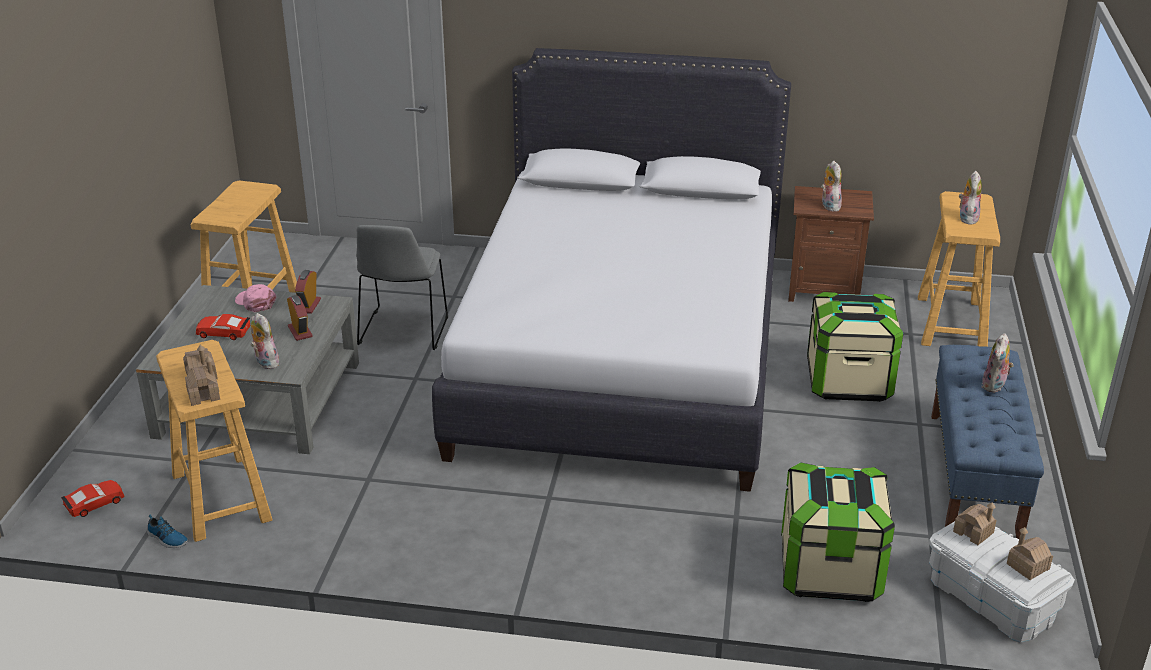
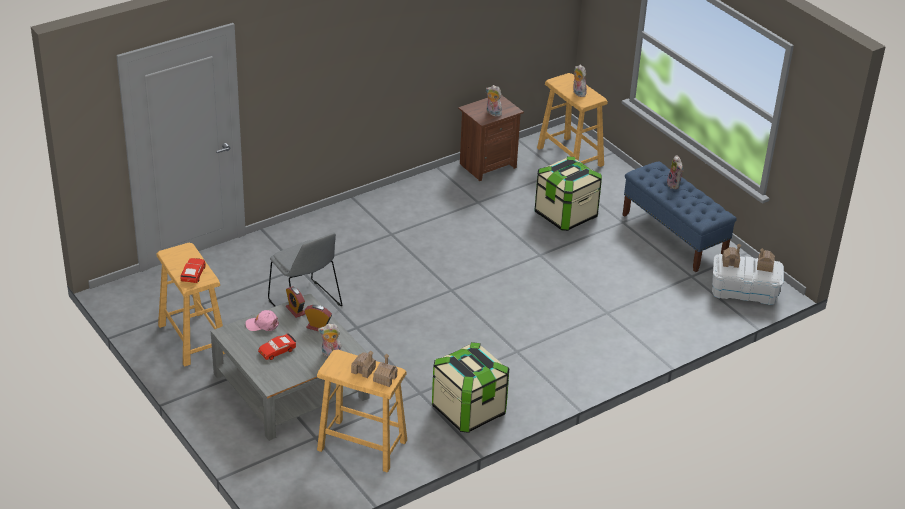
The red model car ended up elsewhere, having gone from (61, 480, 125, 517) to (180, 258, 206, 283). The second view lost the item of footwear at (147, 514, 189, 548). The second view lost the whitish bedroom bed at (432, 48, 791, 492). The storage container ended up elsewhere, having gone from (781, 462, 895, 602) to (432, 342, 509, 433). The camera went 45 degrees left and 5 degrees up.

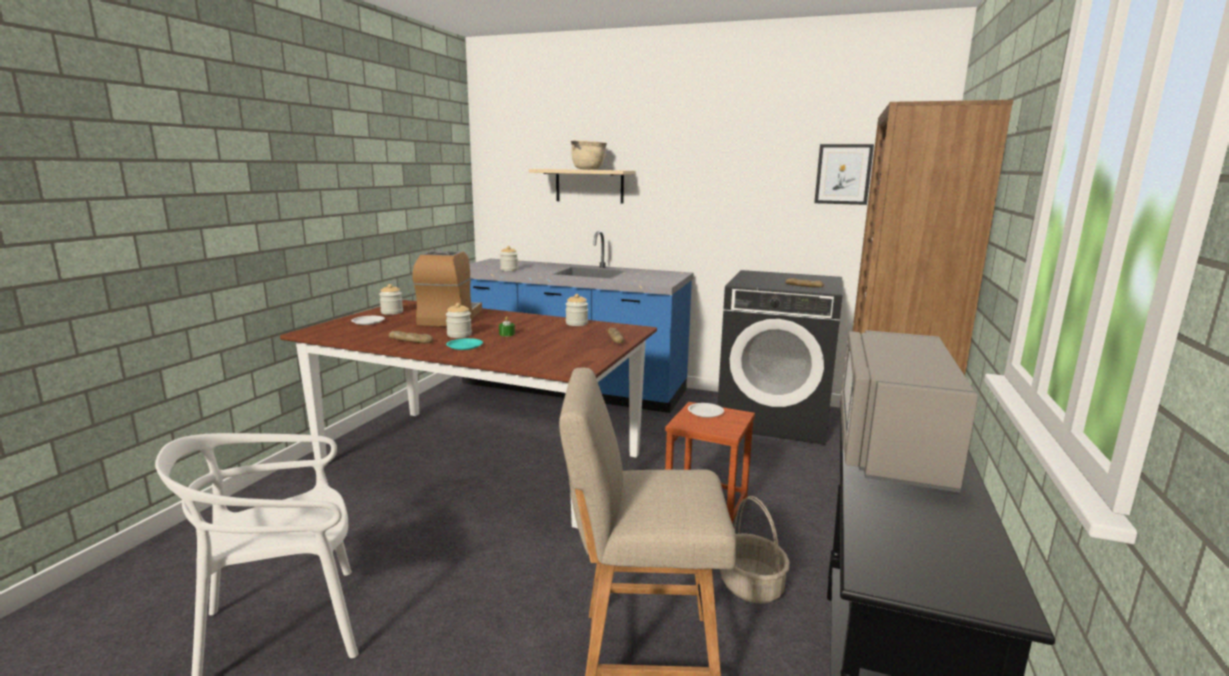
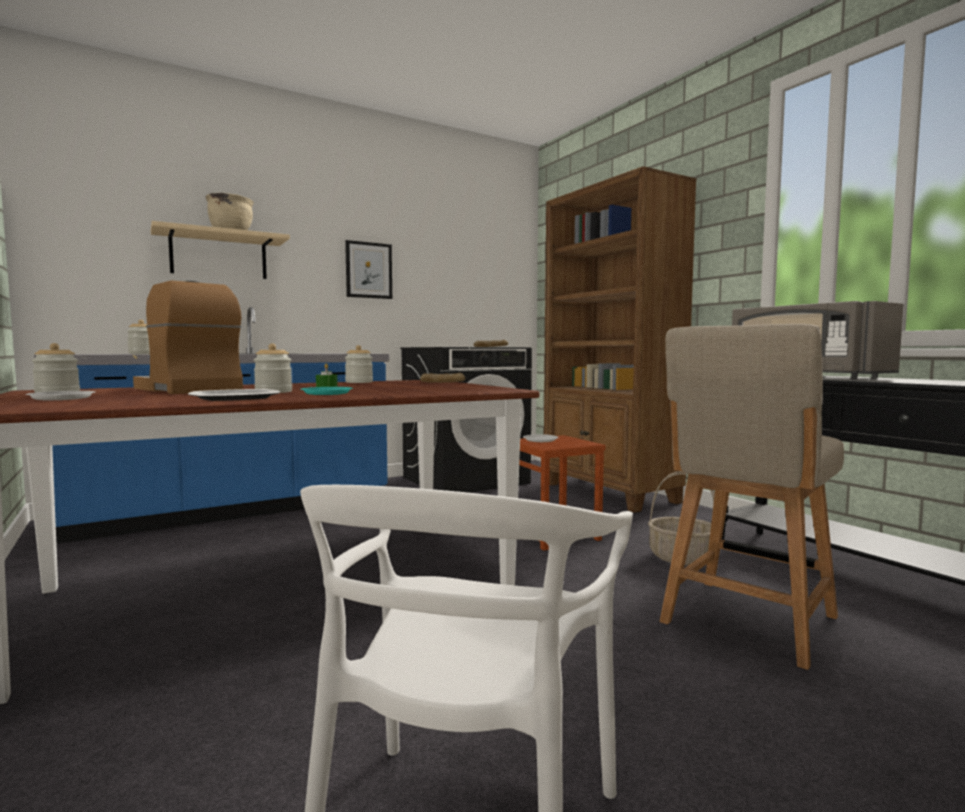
Where the bread stood at (388, 331, 433, 343), the dinner plate came to stand at (188, 389, 280, 401). The picture ended up elsewhere, having gone from (814, 144, 874, 205) to (345, 240, 392, 299). The camera went 50 degrees left and 10 degrees down.

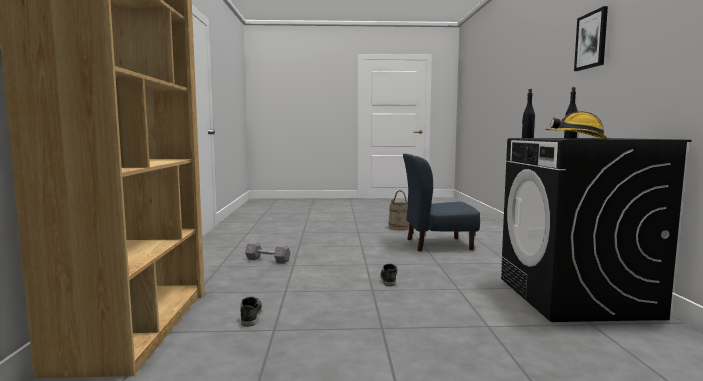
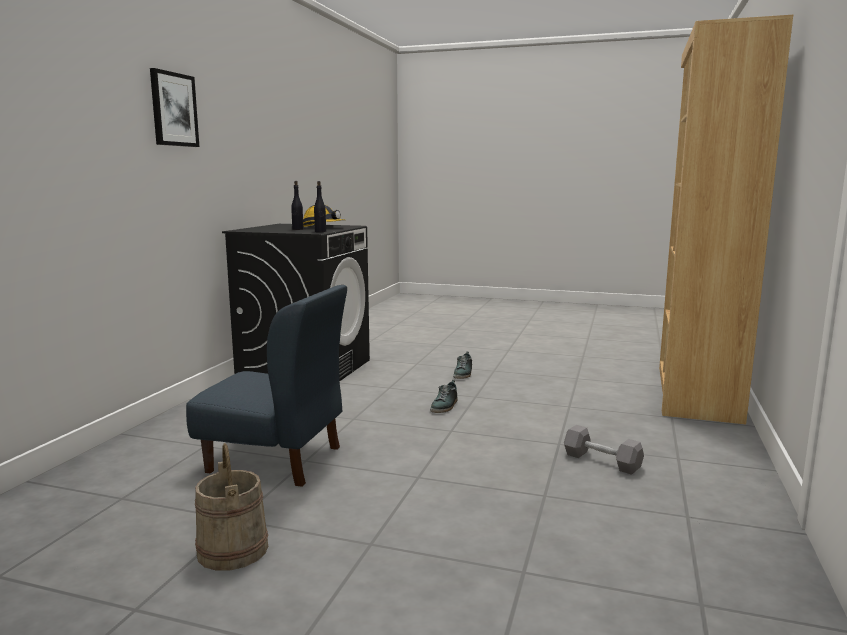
The item of footwear ended up elsewhere, having gone from (240, 296, 262, 327) to (453, 352, 472, 379). The camera went 160 degrees left and 5 degrees up.

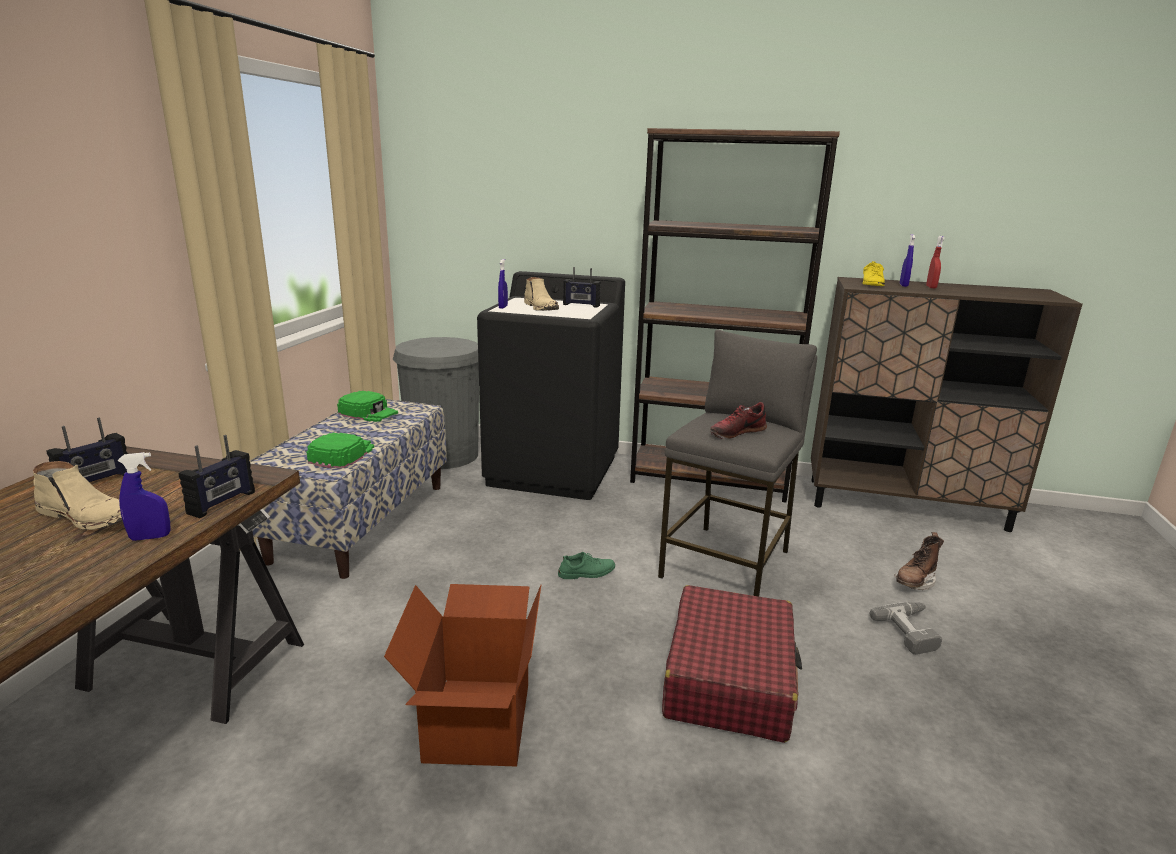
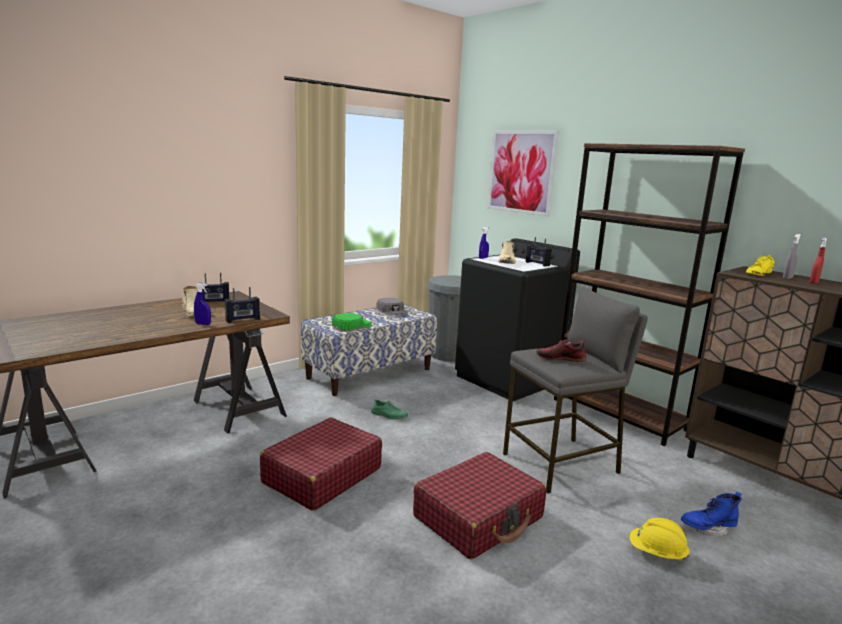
What was the greenish peaked cap at (337, 391, 398, 422) turned into the greyish peaked cap at (377, 298, 407, 316). Where the packing box stood at (384, 584, 541, 767), the red travel case came to stand at (260, 417, 382, 511). The greenish item of footwear ended up elsewhere, having gone from (558, 552, 615, 579) to (371, 399, 408, 419). Where the power drill stood at (870, 602, 942, 655), the yellow hard hat came to stand at (630, 518, 690, 560). What was the brown high-top boot at (895, 532, 944, 590) turned into the blue high-top boot at (681, 492, 742, 536). What was the blue hand sprayer at (900, 234, 915, 287) turned into the greyish hand sprayer at (783, 234, 801, 279). The second view gained the picture at (487, 130, 559, 217). The camera went 35 degrees right and 5 degrees down.

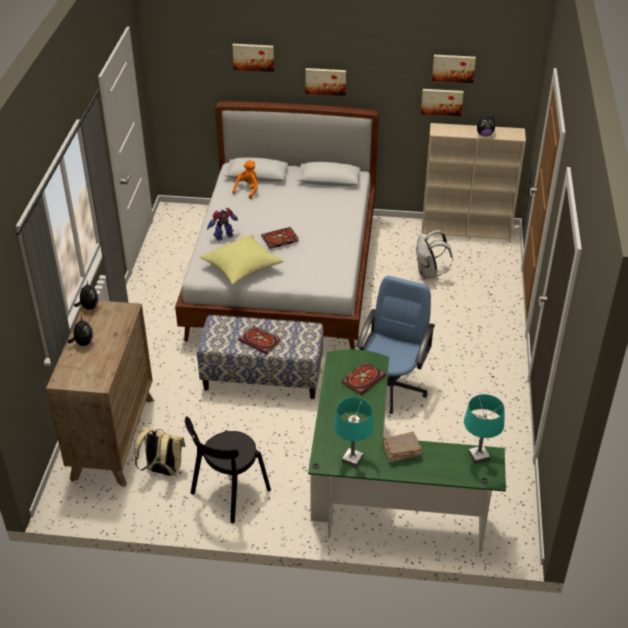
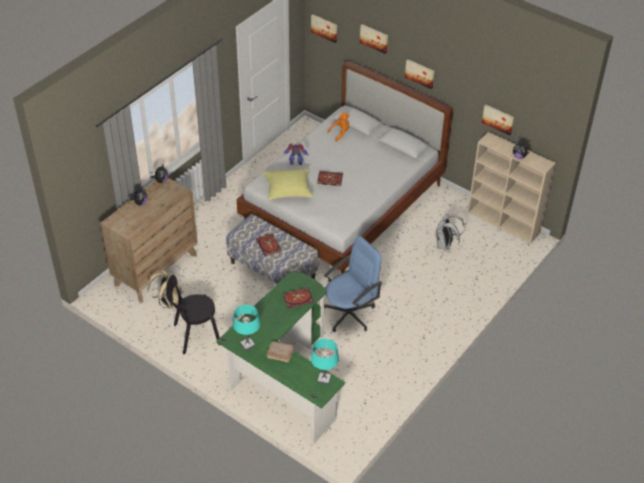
The picture ended up elsewhere, having gone from (432, 55, 476, 83) to (311, 14, 337, 43). The camera went 30 degrees right and 5 degrees up.

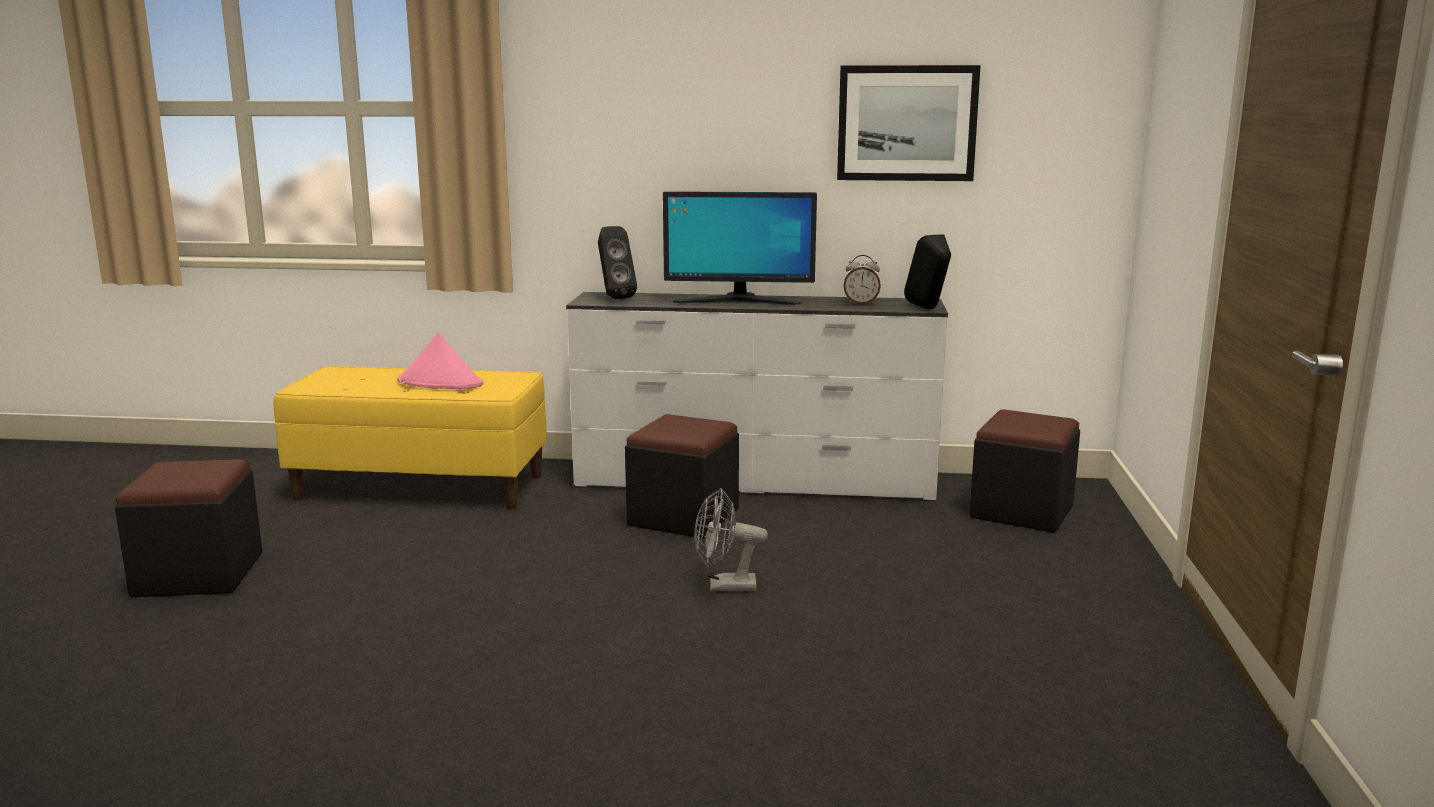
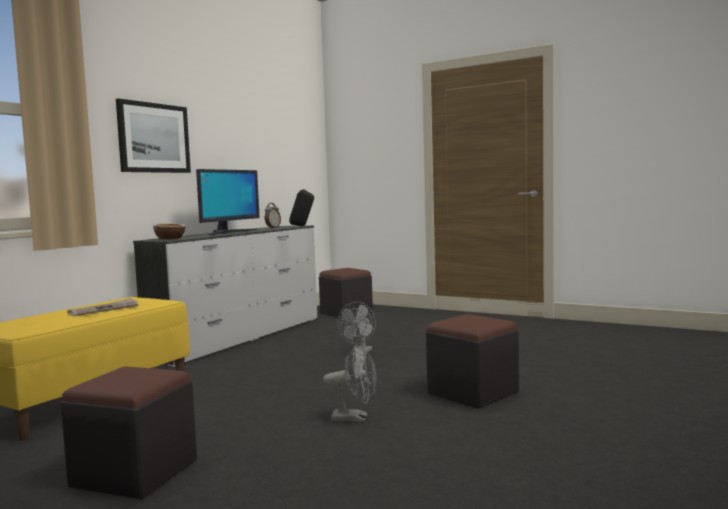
Where the pinkish hat stood at (397, 333, 483, 389), the printed paper came to stand at (67, 298, 139, 316). Where the blackish speaker stood at (598, 226, 637, 299), the deep dish came to stand at (153, 223, 185, 239). The blackish pouffe ended up elsewhere, having gone from (625, 414, 739, 538) to (426, 314, 519, 408). The picture ended up elsewhere, having gone from (837, 65, 981, 181) to (116, 99, 191, 173). The second view gained the greyish fan at (323, 345, 377, 422). The camera went 65 degrees left and 10 degrees down.

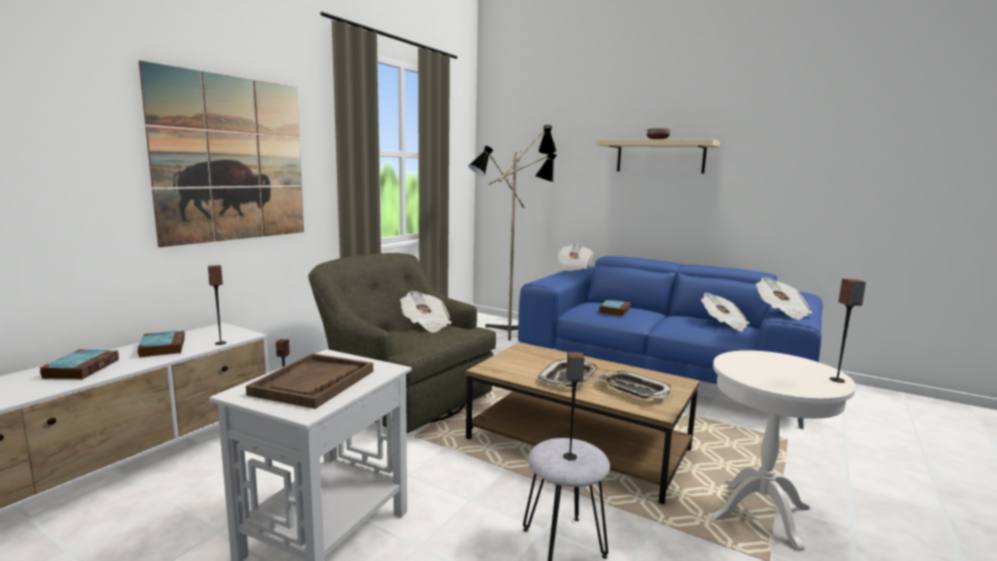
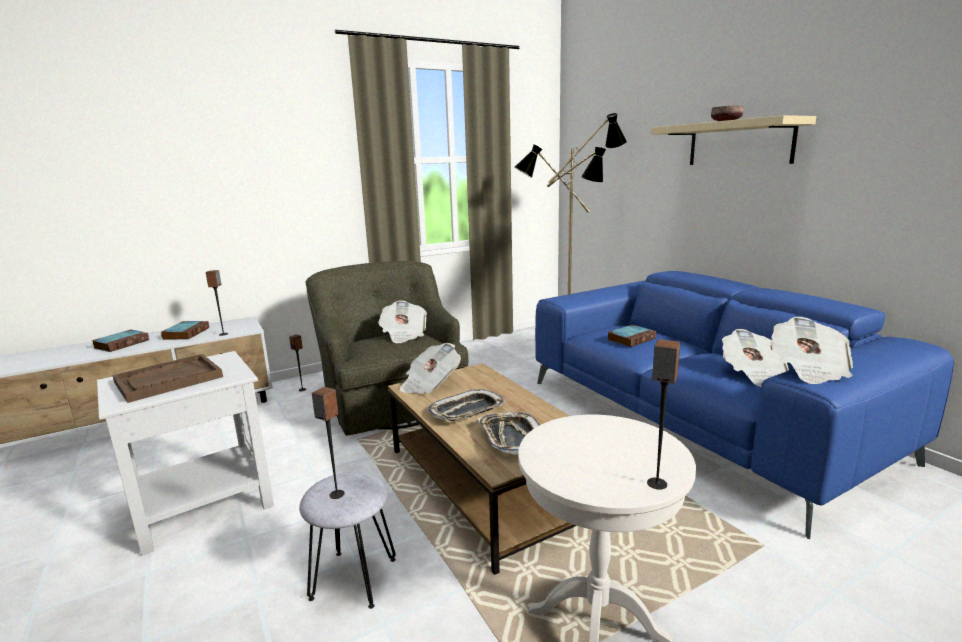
The second view lost the picture at (139, 61, 304, 247). The printed paper ended up elsewhere, having gone from (557, 244, 594, 271) to (400, 343, 461, 394). The camera went 30 degrees right and 5 degrees up.

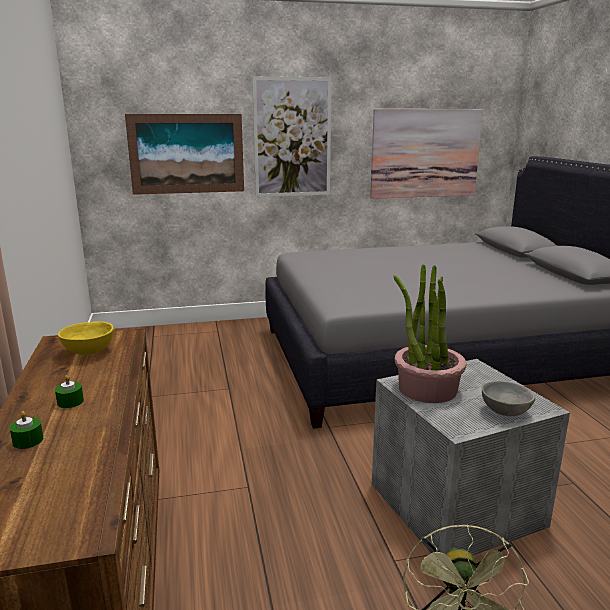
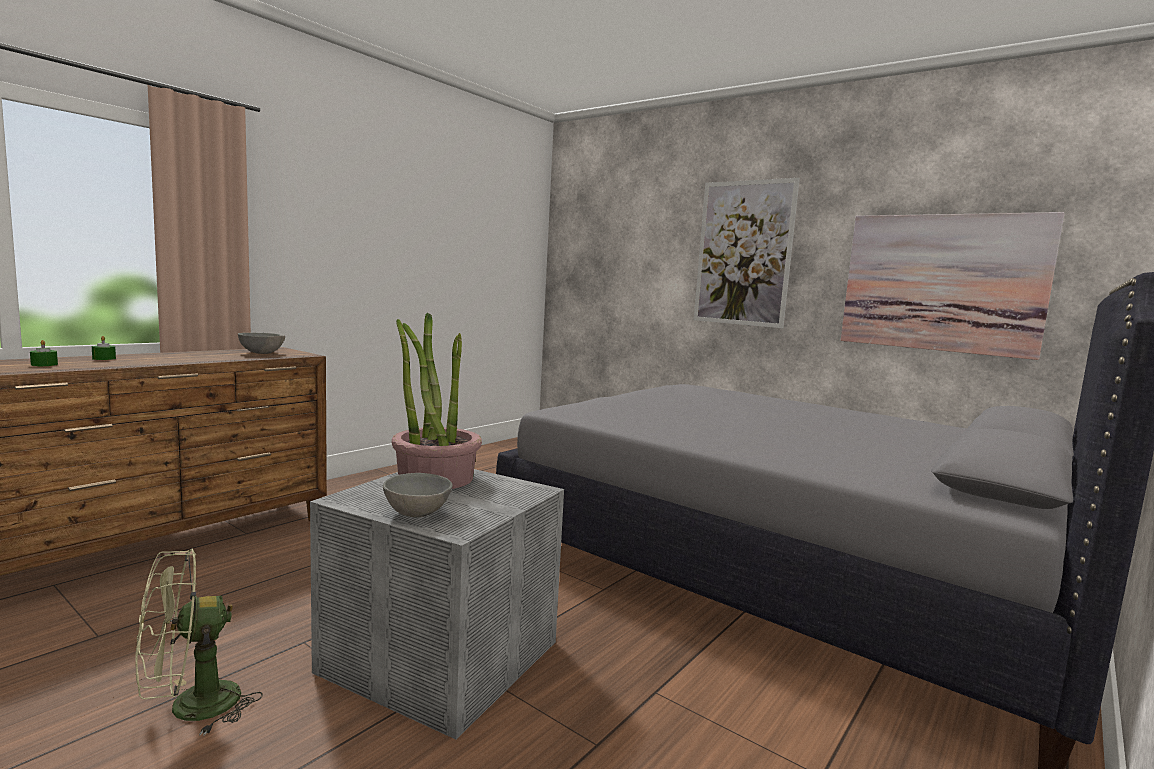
The greenish wax light ended up elsewhere, having gone from (55, 375, 84, 408) to (30, 340, 58, 366). What was the yellow deep dish at (58, 321, 114, 355) turned into the greyish deep dish at (238, 333, 285, 354). The second view lost the picture at (125, 114, 244, 195). The camera went 50 degrees right and 10 degrees down.

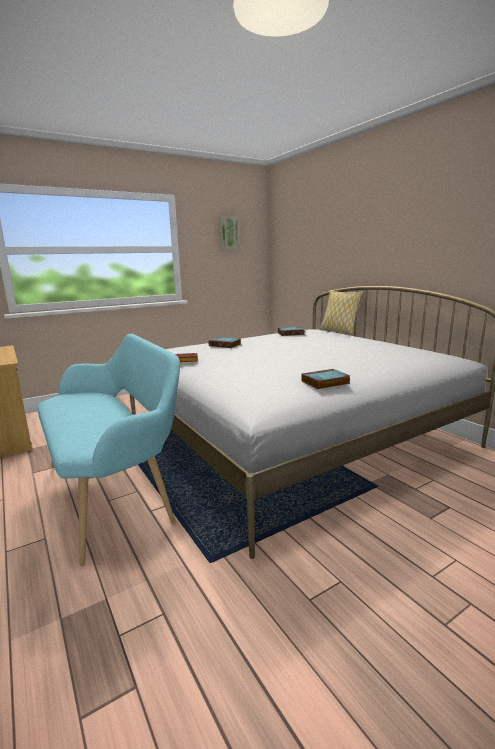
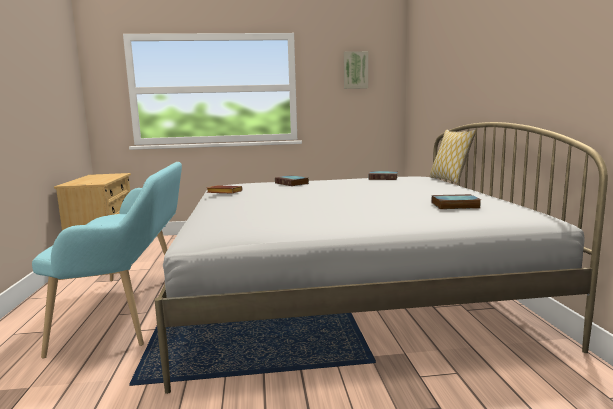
The book ended up elsewhere, having gone from (301, 369, 351, 389) to (432, 194, 482, 209). The camera went 25 degrees right and 5 degrees down.

